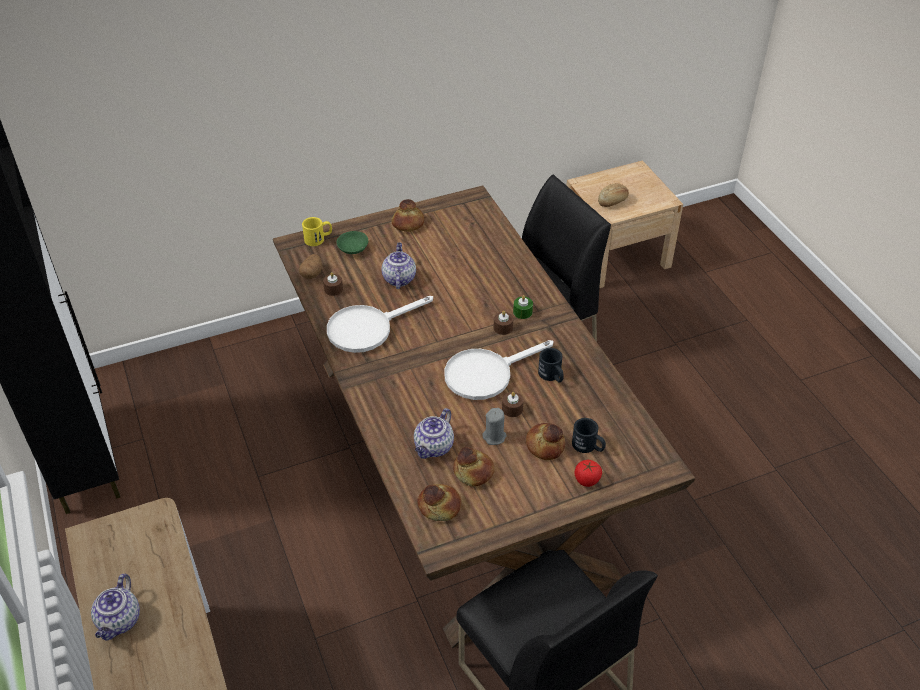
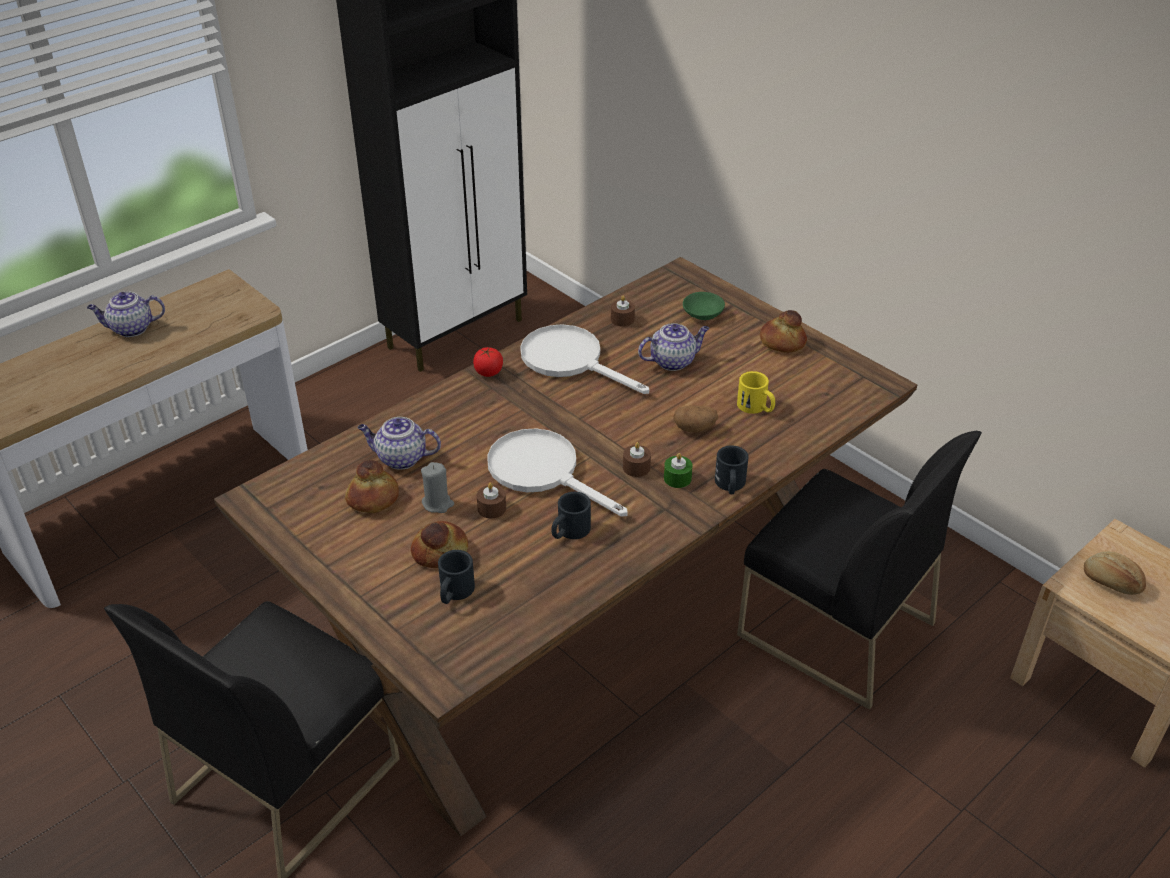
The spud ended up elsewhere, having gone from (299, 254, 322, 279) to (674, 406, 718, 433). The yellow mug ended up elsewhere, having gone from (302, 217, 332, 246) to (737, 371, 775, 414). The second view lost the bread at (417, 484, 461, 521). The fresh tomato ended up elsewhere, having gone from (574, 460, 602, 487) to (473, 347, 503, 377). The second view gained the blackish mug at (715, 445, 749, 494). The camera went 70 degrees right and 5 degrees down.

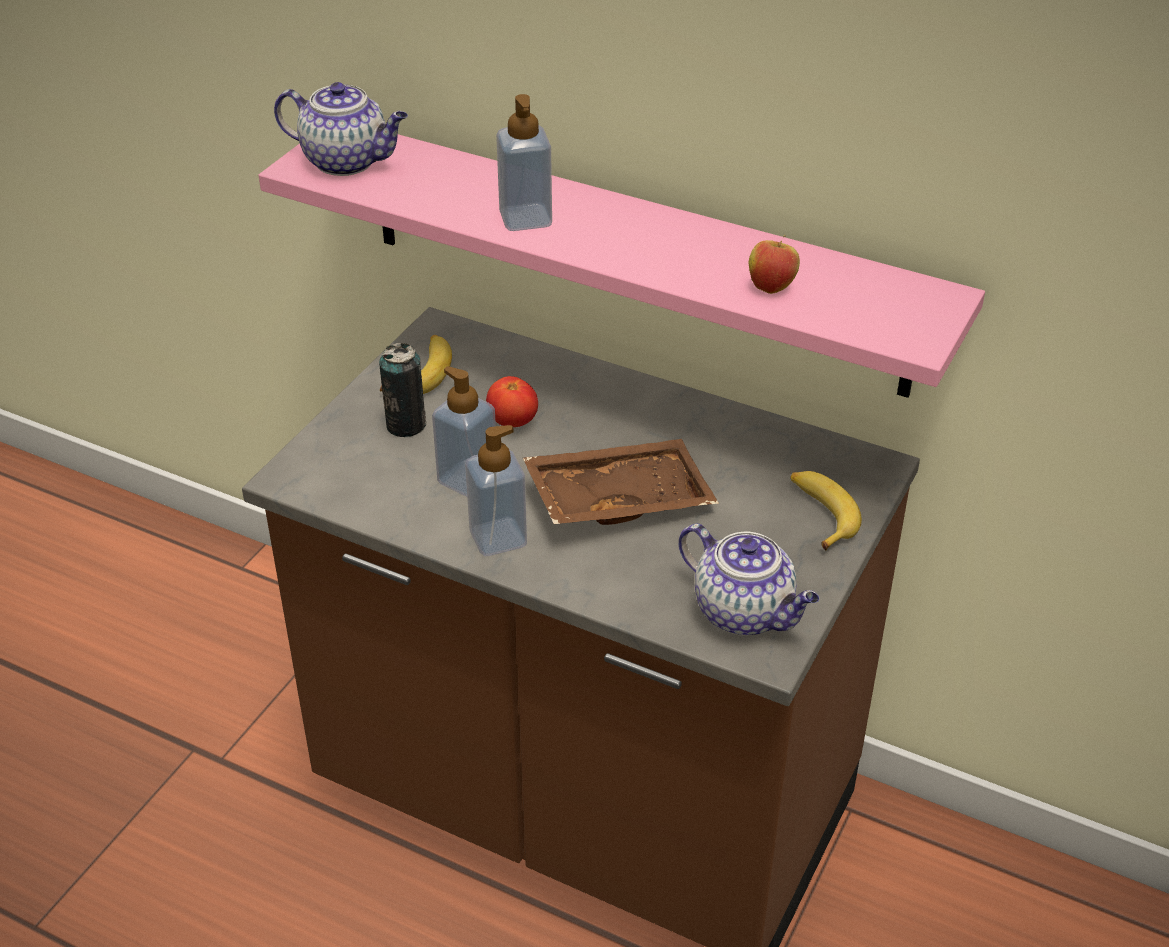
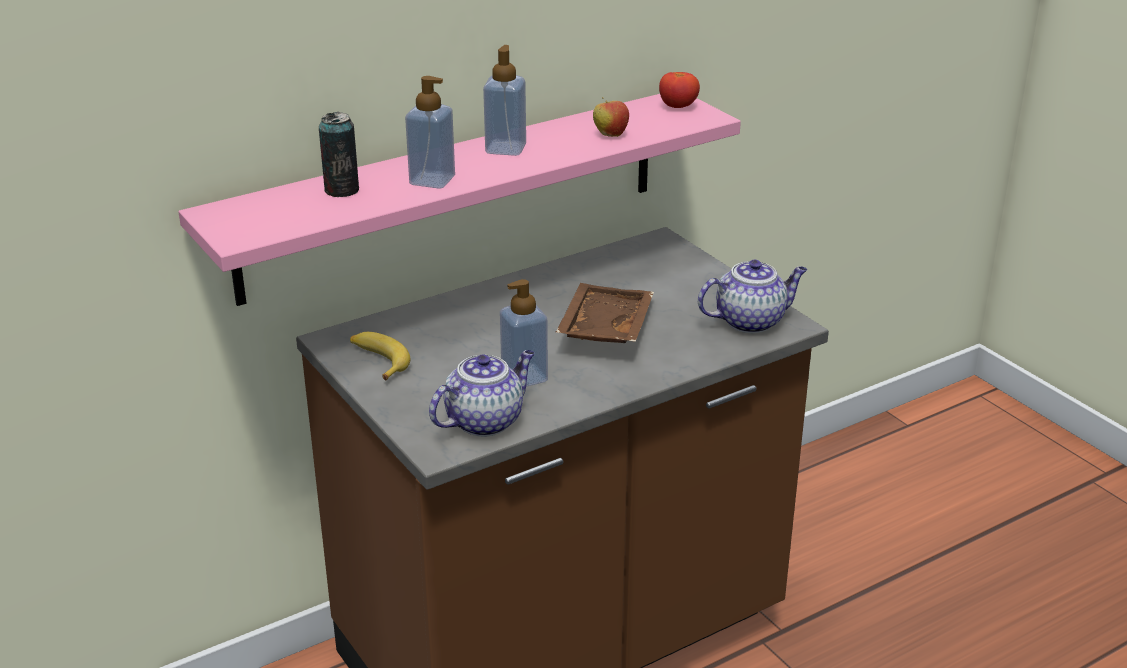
The teapot ended up elsewhere, having gone from (274, 82, 408, 176) to (429, 350, 535, 437). The sealed can ended up elsewhere, having gone from (379, 343, 427, 437) to (319, 112, 359, 197). The liquid soap bottle ended up elsewhere, having gone from (465, 425, 527, 556) to (483, 45, 526, 156). The fresh tomato ended up elsewhere, having gone from (486, 376, 538, 427) to (659, 72, 700, 108). The second view lost the banana fruit at (790, 471, 862, 550). The camera went 60 degrees left and 10 degrees down.

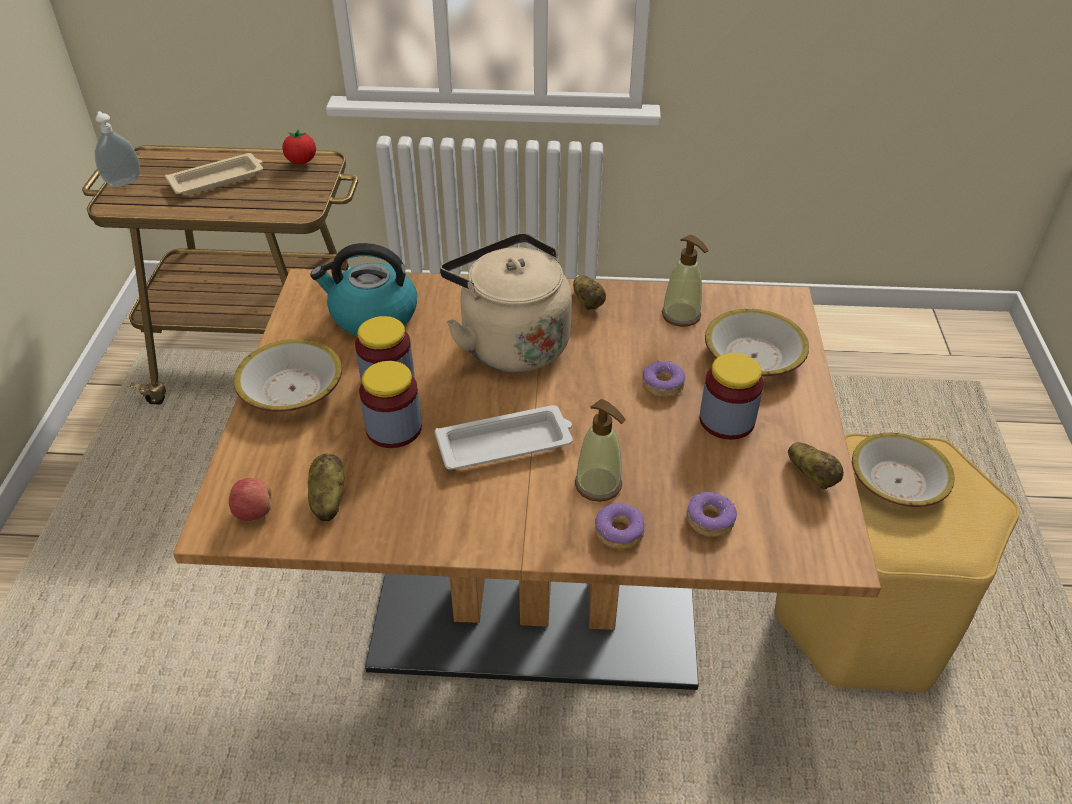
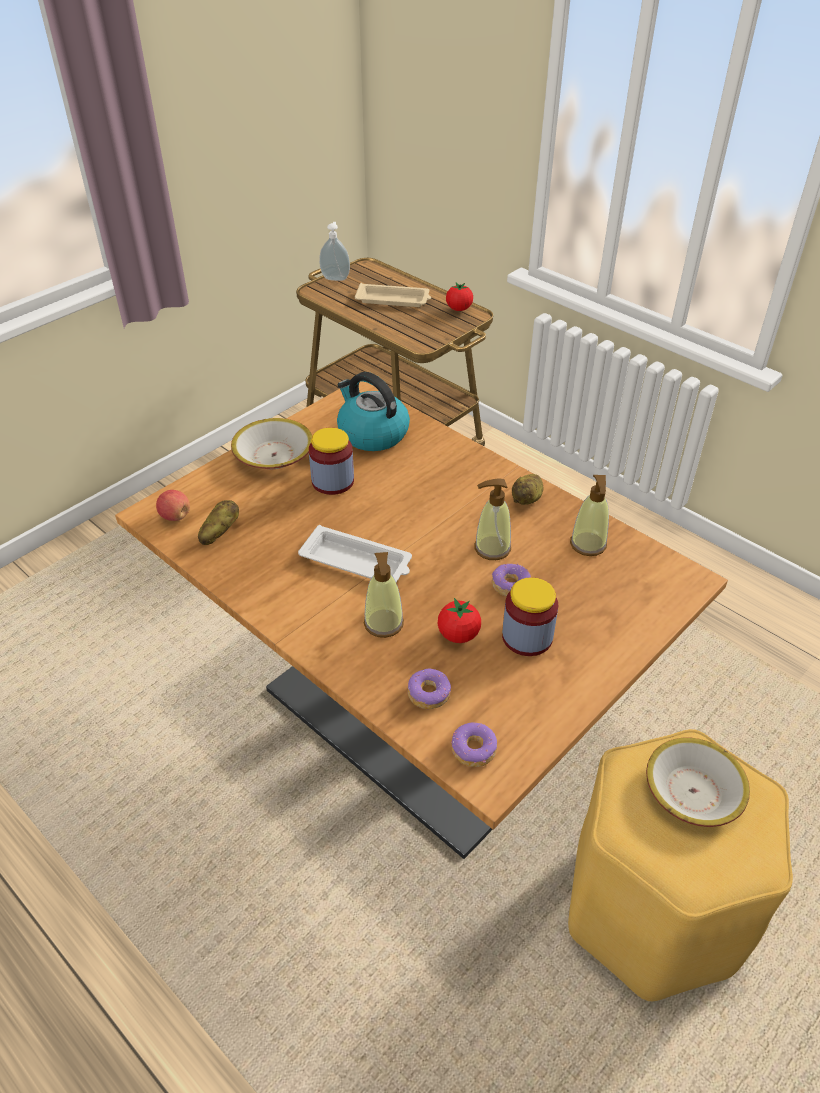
The second view lost the jar at (359, 361, 422, 448). The second view lost the sand-coloured kettle at (440, 233, 572, 372). The ring doughnut ended up elsewhere, having gone from (595, 503, 645, 549) to (451, 723, 497, 767). The second view lost the deep dish at (705, 309, 809, 376). The second view lost the spud at (788, 442, 844, 490). The second view gained the fresh tomato at (438, 598, 481, 643). The second view gained the liquid soap bottle at (474, 479, 511, 560). The camera went 40 degrees right and 0 degrees up.

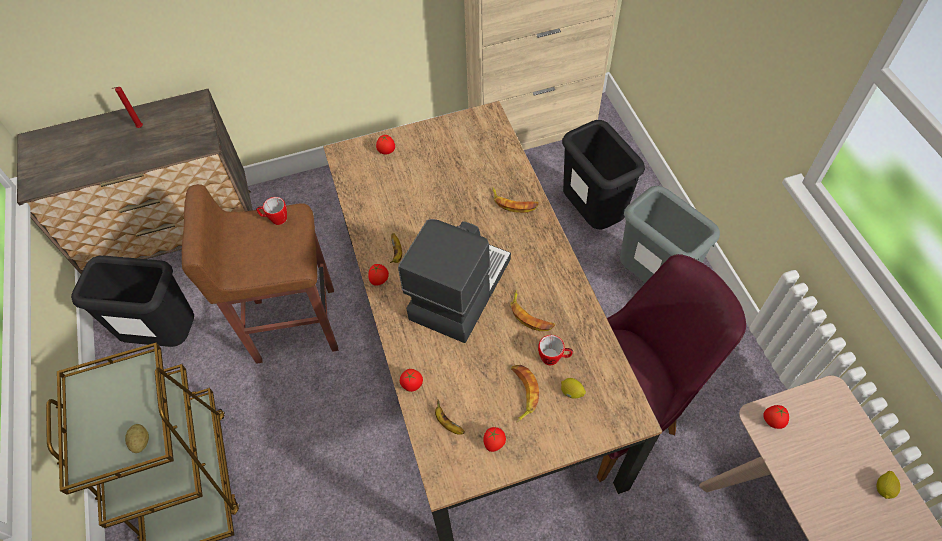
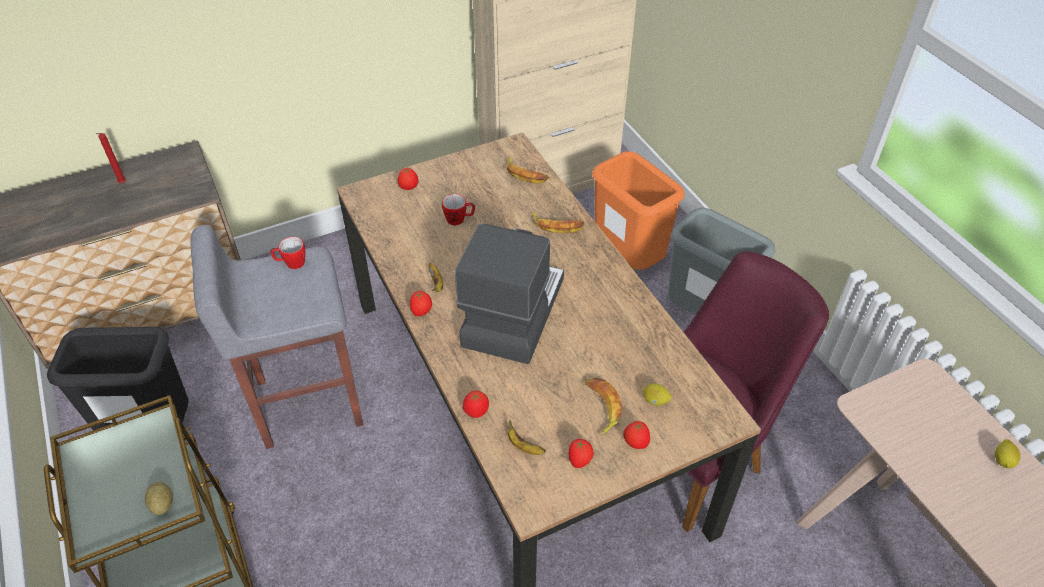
What was the brown sitting stool at (182, 184, 338, 364) turned into the greyish sitting stool at (191, 225, 363, 449). The banana fruit ended up elsewhere, having gone from (510, 290, 555, 331) to (506, 156, 549, 183). The mug ended up elsewhere, having gone from (538, 335, 573, 365) to (442, 194, 475, 225). What was the blackish waste bin at (562, 120, 645, 229) turned into the orangey waste bin at (592, 151, 685, 270). The fresh tomato ended up elsewhere, having gone from (763, 405, 789, 429) to (623, 421, 650, 449). The camera went 10 degrees left and 10 degrees down.

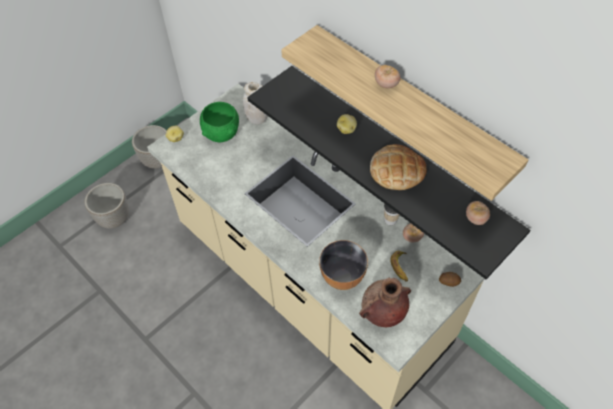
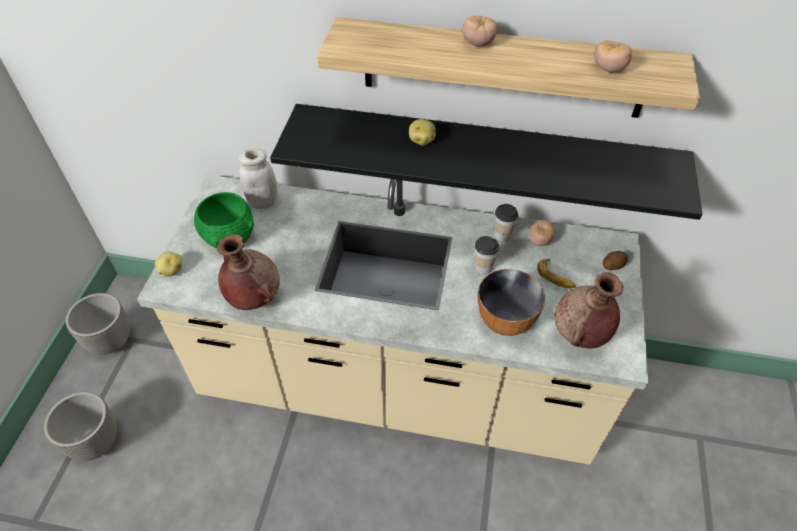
The second view lost the bread at (370, 144, 427, 190). The fresh tomato ended up elsewhere, having gone from (466, 201, 490, 225) to (594, 40, 632, 72). The second view gained the brown decorative vase at (217, 234, 280, 310). The second view gained the cup at (475, 236, 499, 274). The camera went 35 degrees left and 5 degrees down.

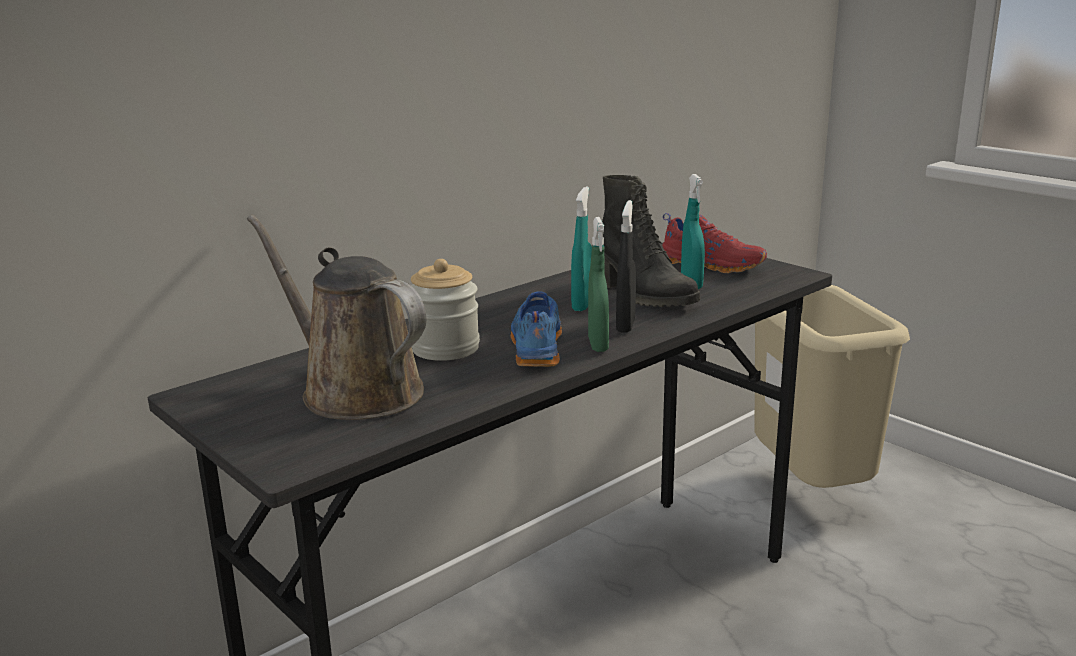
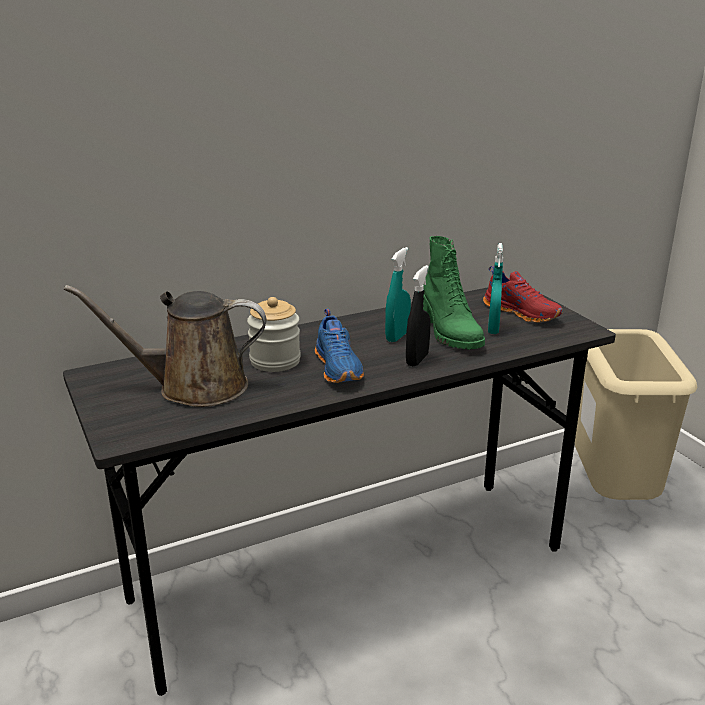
The brown watering can at (247, 215, 427, 420) ended up facing another way, 60 degrees counterclockwise from before. The blue item of footwear at (510, 291, 562, 367) ended up facing another way, 150 degrees clockwise from before. The second view lost the greenish hand sprayer at (588, 217, 609, 352). What was the blackish high-top boot at (602, 175, 700, 307) turned into the greenish high-top boot at (423, 236, 485, 350). The camera went 15 degrees right and 5 degrees up.

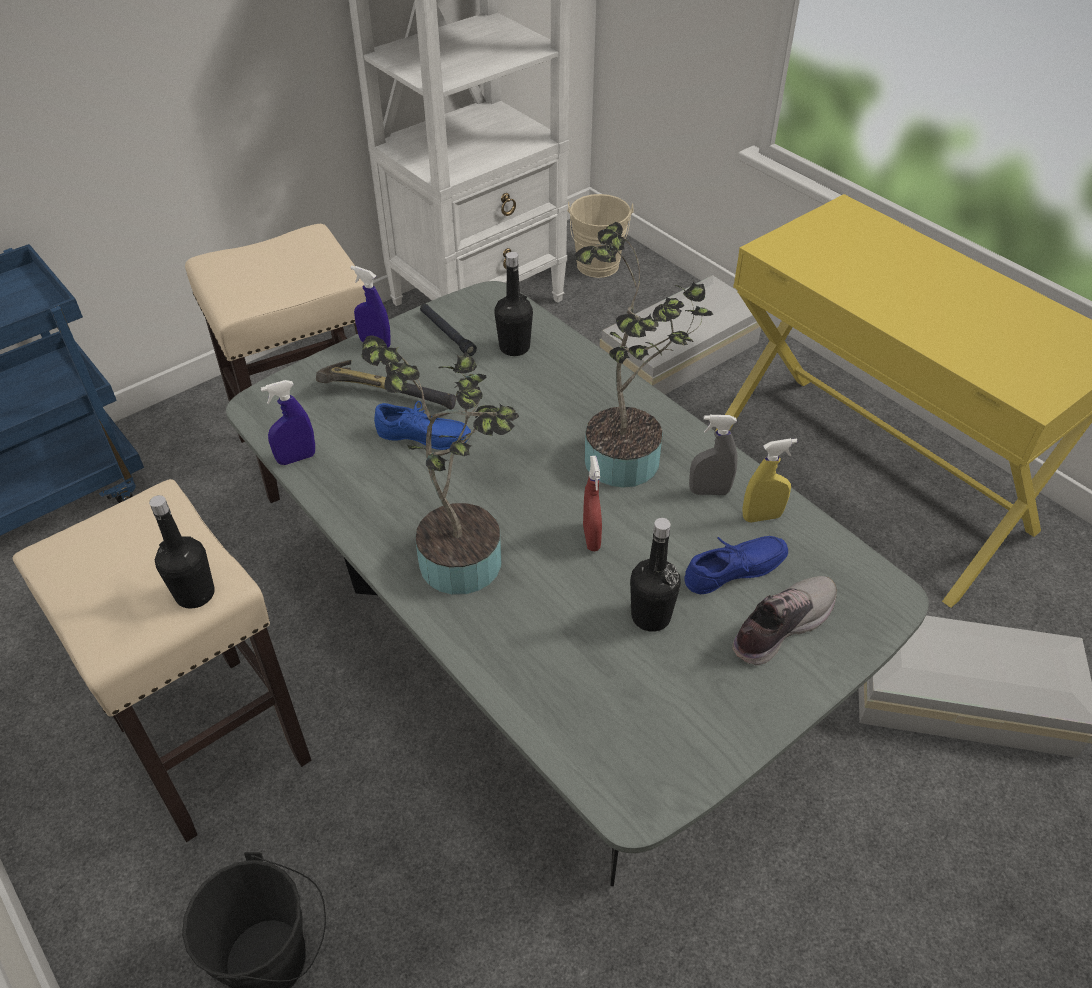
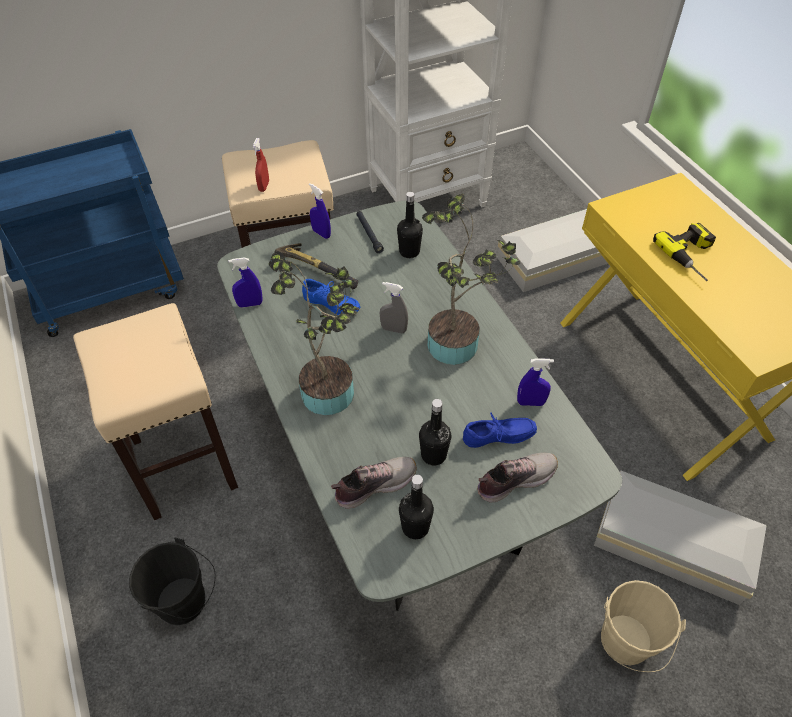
The blackish bottle ended up elsewhere, having gone from (149, 495, 215, 609) to (399, 475, 434, 539). The sand-coloured water bucket ended up elsewhere, having gone from (567, 194, 634, 278) to (601, 580, 686, 672). The red hand sprayer ended up elsewhere, having gone from (583, 456, 602, 551) to (252, 138, 269, 192). The greyish hand sprayer ended up elsewhere, having gone from (689, 415, 738, 495) to (380, 282, 408, 334). What was the yellow hand sprayer at (742, 438, 798, 522) turned into the blue hand sprayer at (517, 358, 554, 406). The second view gained the item of footwear at (331, 457, 417, 509). The second view gained the power drill at (653, 223, 716, 281). The camera went 15 degrees right and 5 degrees up.

